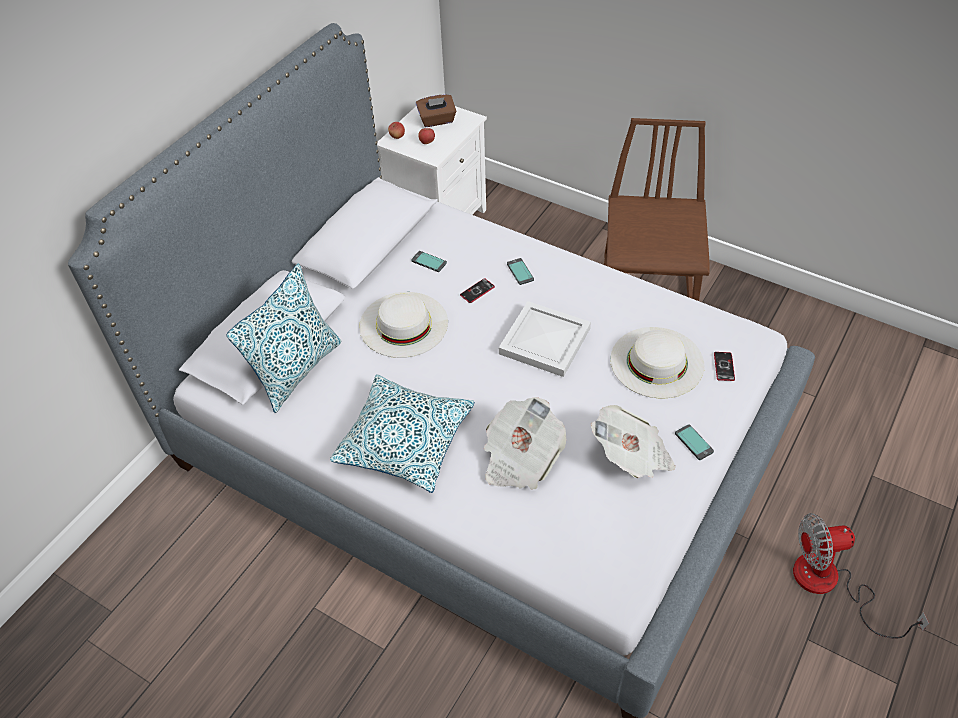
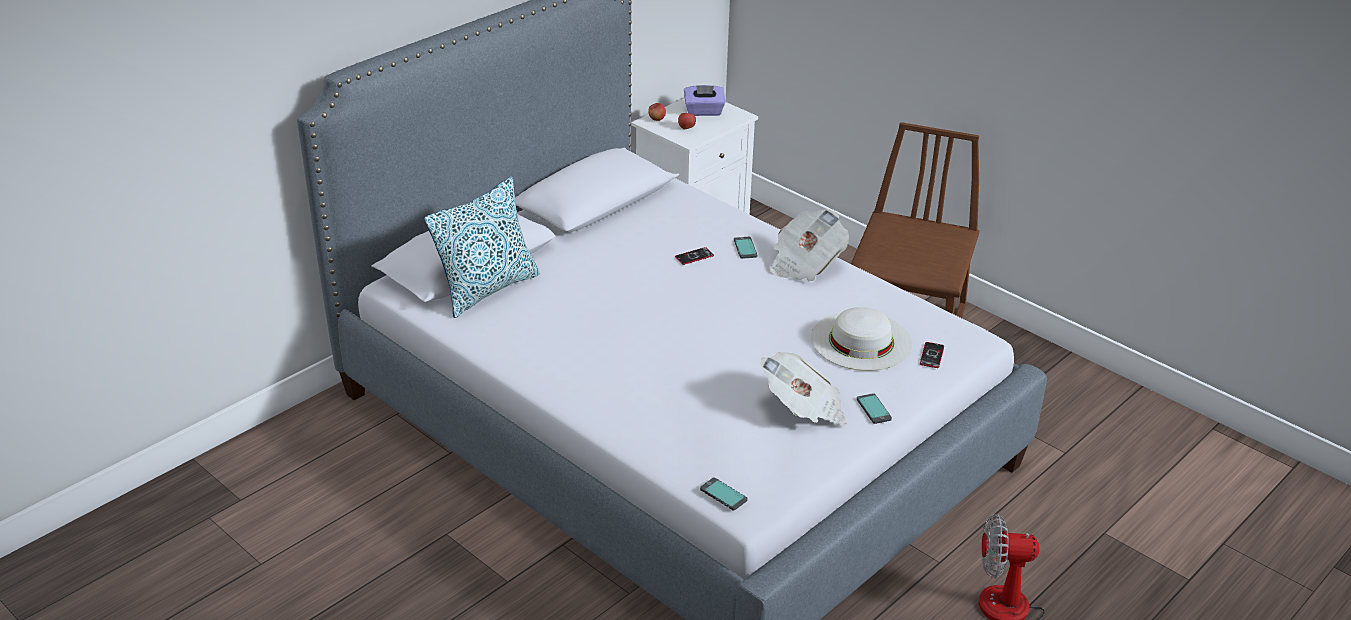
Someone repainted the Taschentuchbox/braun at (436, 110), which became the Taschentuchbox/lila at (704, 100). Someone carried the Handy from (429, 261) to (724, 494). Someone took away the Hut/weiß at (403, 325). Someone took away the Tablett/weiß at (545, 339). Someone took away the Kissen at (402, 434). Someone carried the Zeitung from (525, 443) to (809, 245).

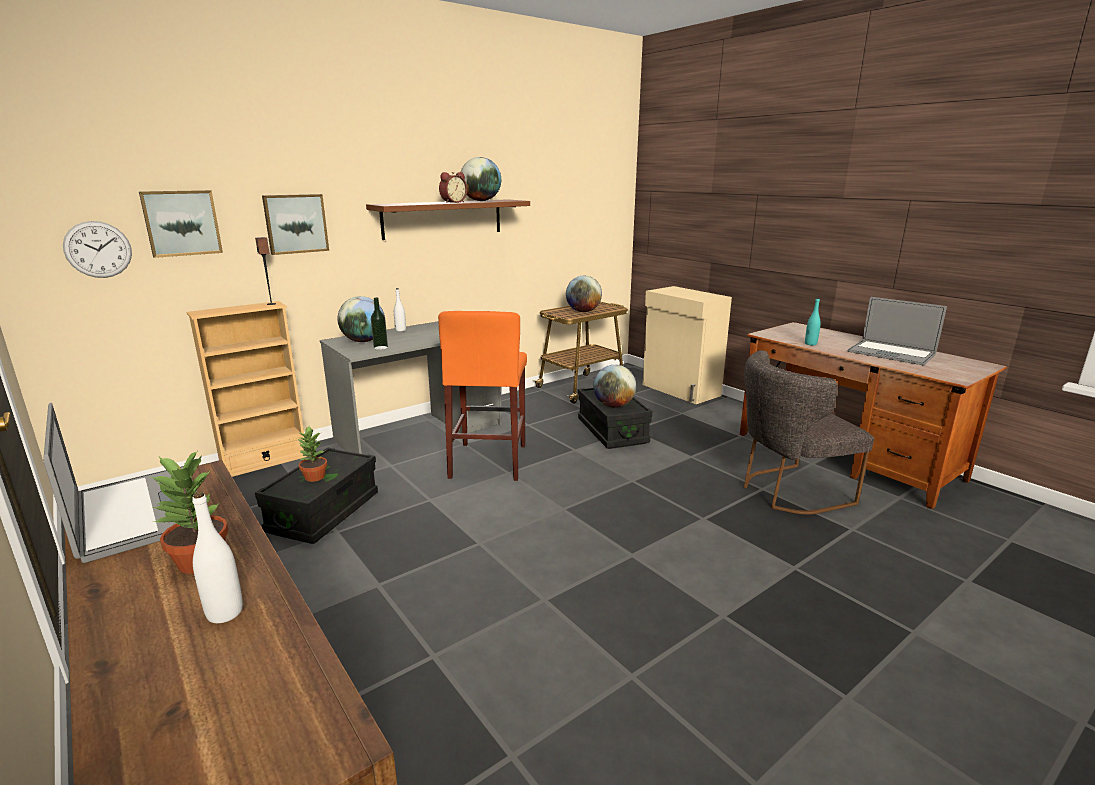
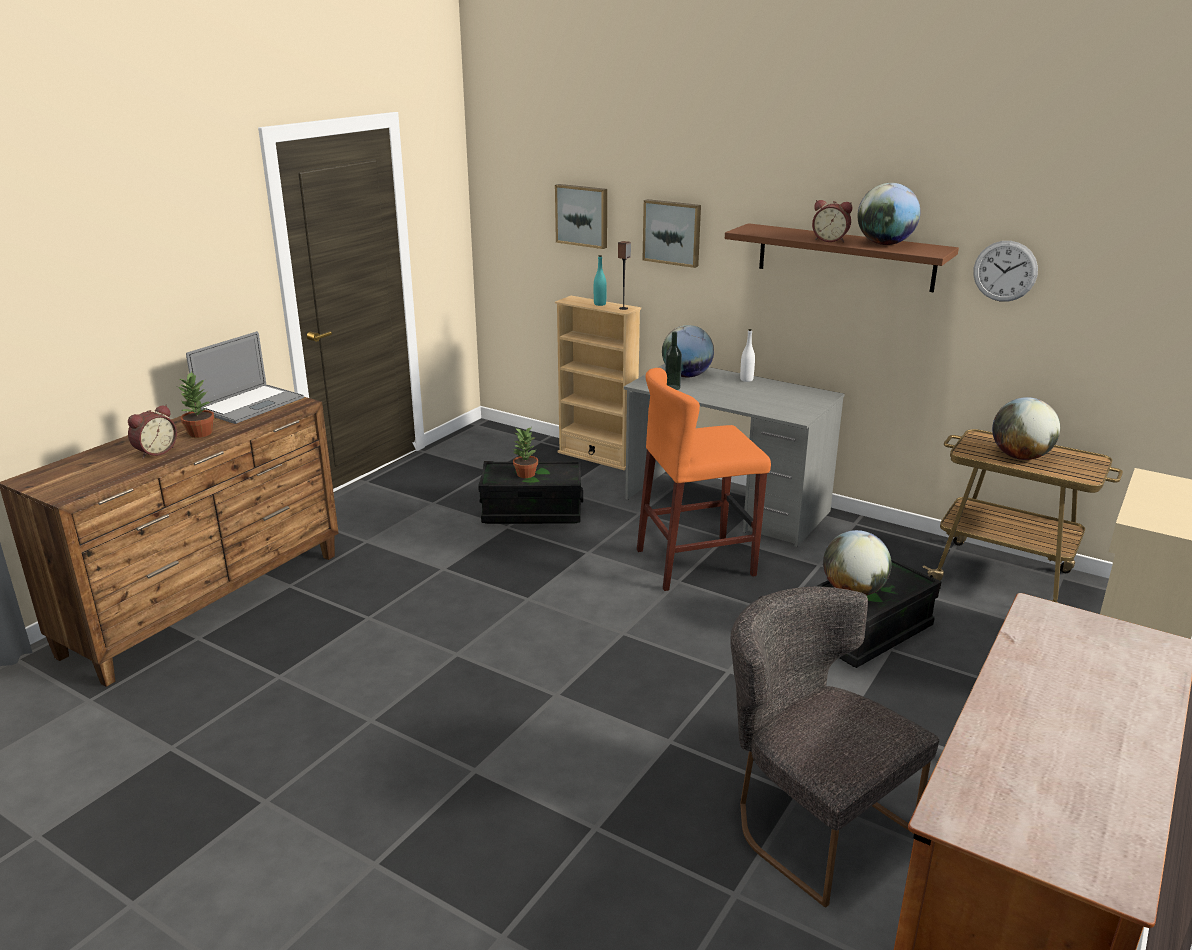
Someone carried the Wanduhr from (97, 249) to (1005, 271). Someone took away the Laptop at (897, 331). Someone carried the Flasche/türkis from (813, 322) to (600, 280). Someone swapped the Flasche/weiß at (217, 557) for the Wecker at (152, 432).

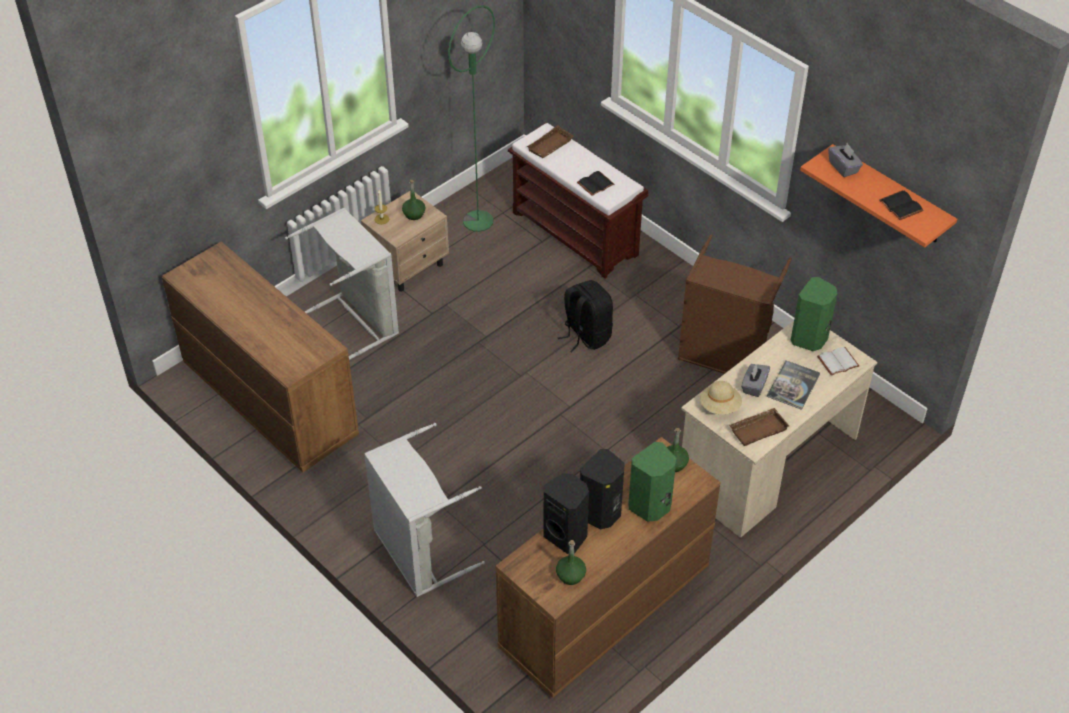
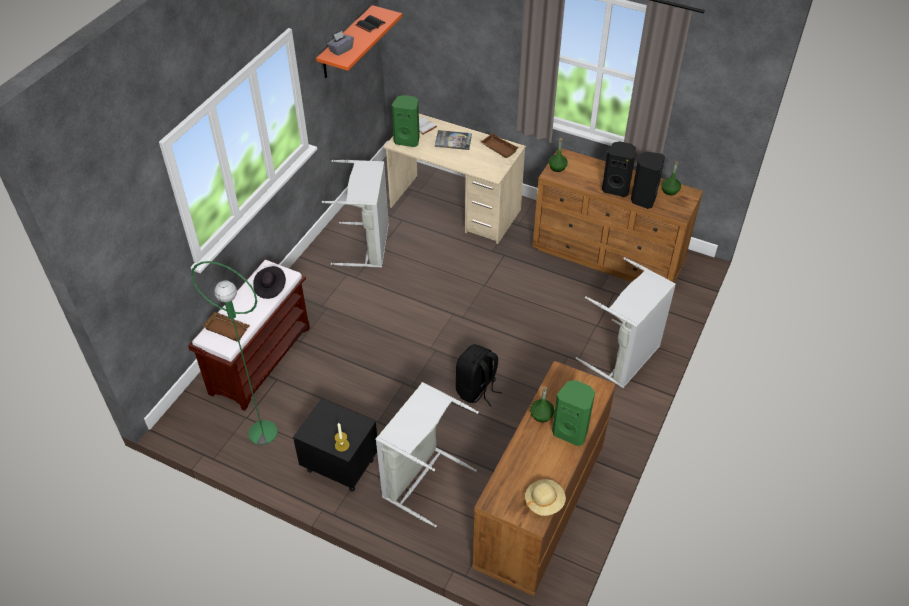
Someone swapped the Buch/schwarz at (596, 183) for the Hut/schwarz at (269, 282). Someone carried the Flasche/grün from (413, 200) to (542, 404). Someone repainted the Nachttisch/beige at (405, 241), which became the Nachttisch/schwarz at (335, 445). Someone repainted the Wäschekorb/braun at (735, 304), which became the Wäschekorb/grau at (355, 214). Someone carried the Rucksack/schwarz from (585, 316) to (479, 375). Someone took away the Taschentuchbox/grau at (755, 380). Someone carried the Hut/beige from (721, 397) to (545, 497). Someone carried the Lautsprecher/grün from (652, 482) to (573, 413).

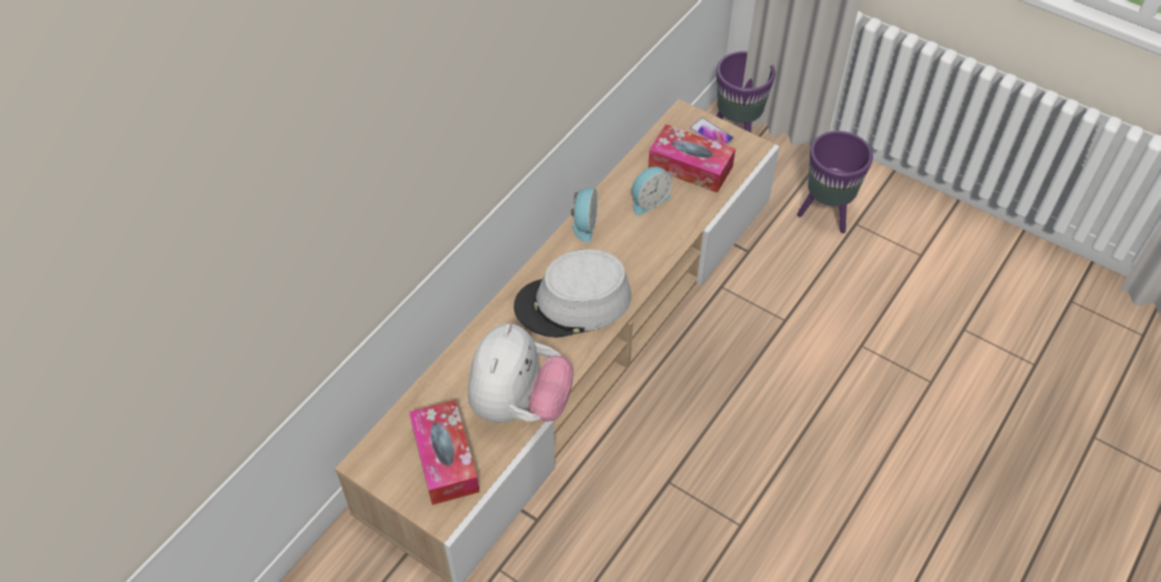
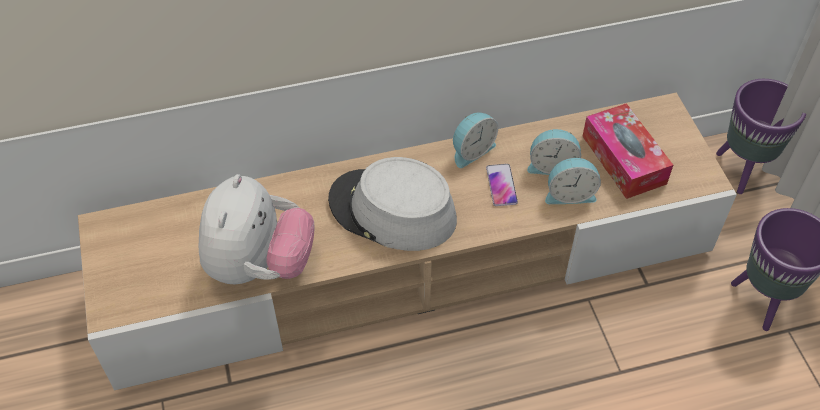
Someone carried the Handy from (712, 131) to (502, 185). Someone rotated the Plüschtier at (521, 373) by 45 degrees counterclockwise. Someone took away the Taschentuchbox at (444, 452). Someone put down the Wecker at (573, 181).

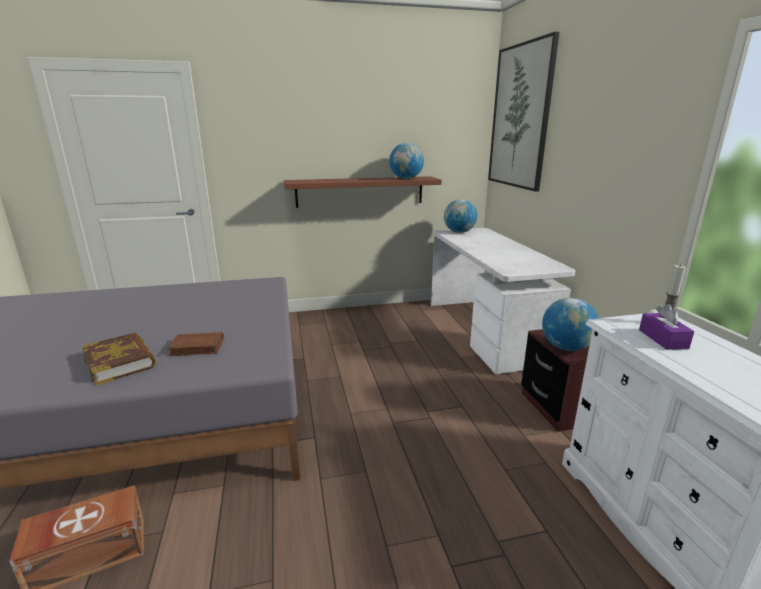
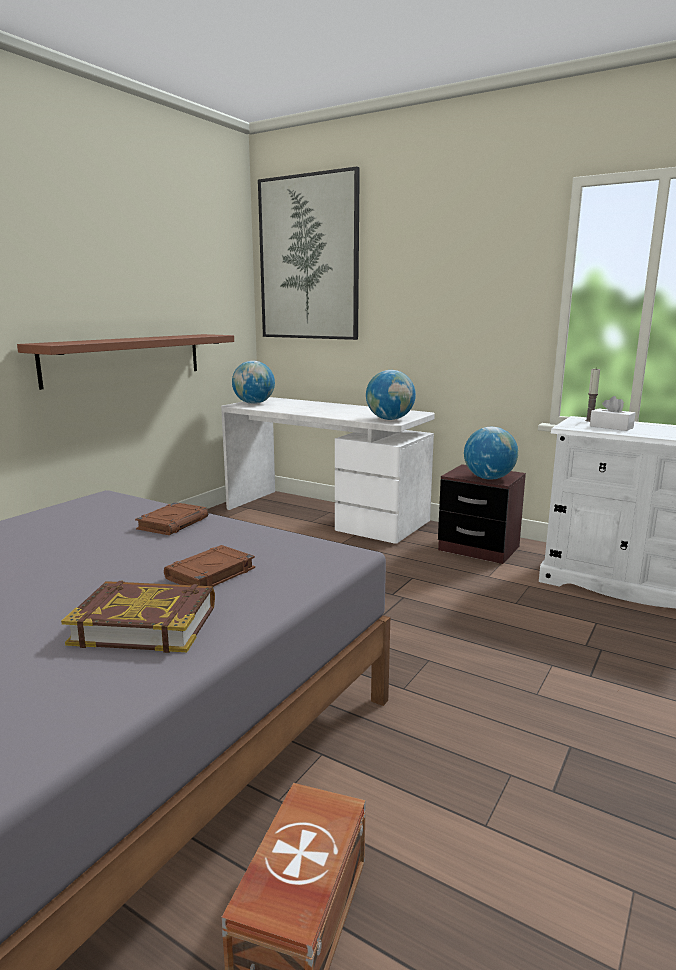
Someone carried the Globus from (406, 161) to (391, 395). Someone repainted the Taschentuchbox/lila at (666, 327), which became the Taschentuchbox/weiß at (612, 413). Someone put down the Buch/braun at (172, 518).

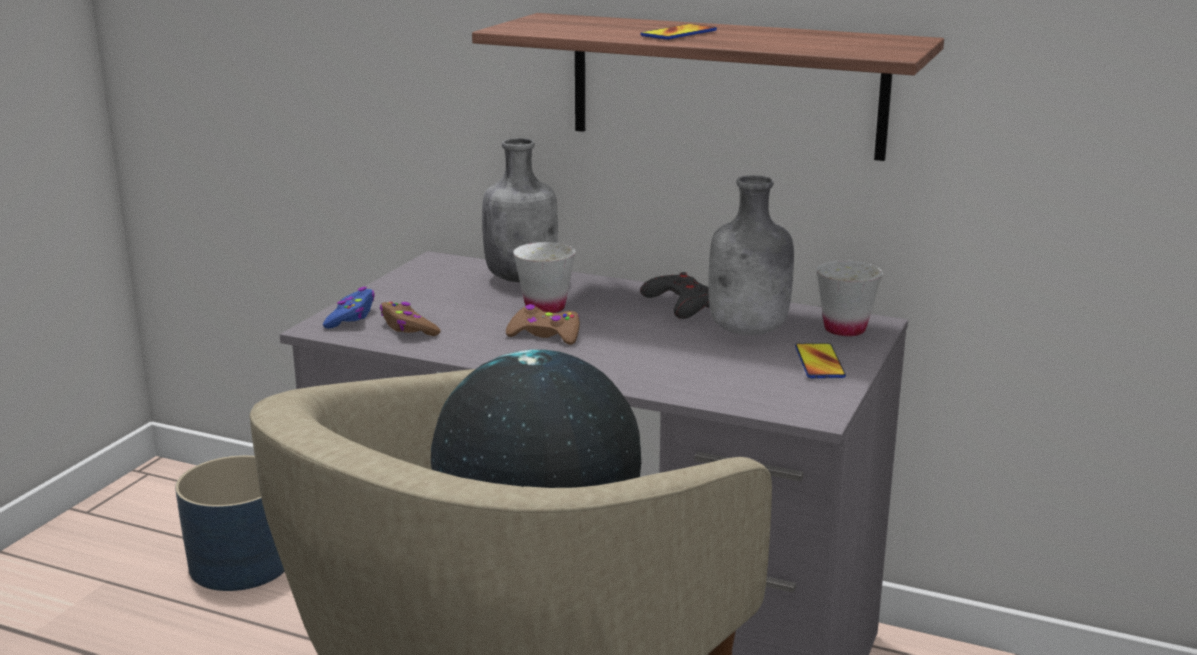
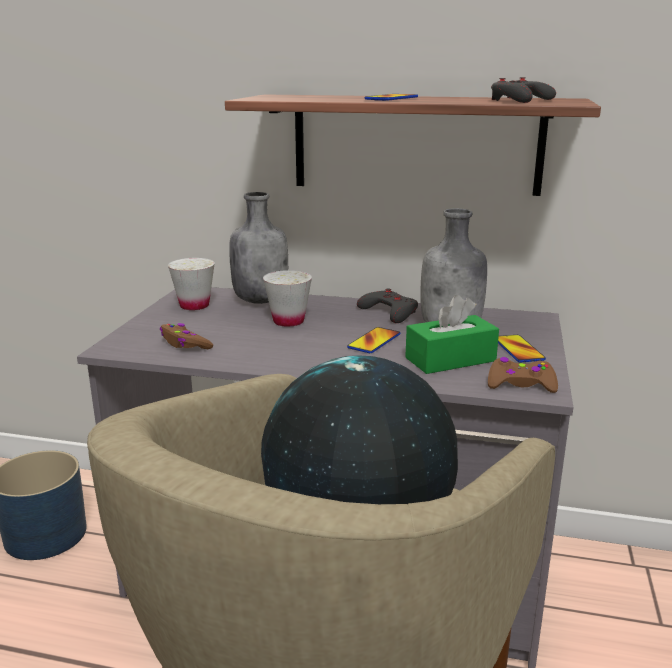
Someone carried the Tasse/weiß from (849, 298) to (191, 284). Someone took away the Gamepad/blau at (349, 308). Someone carried the Gamepad/braun from (543, 324) to (523, 375). Someone put down the Gamepad/grau at (523, 90). Someone put down the Taschentuchbox/grün at (452, 334). Someone put down the Handy at (373, 340).

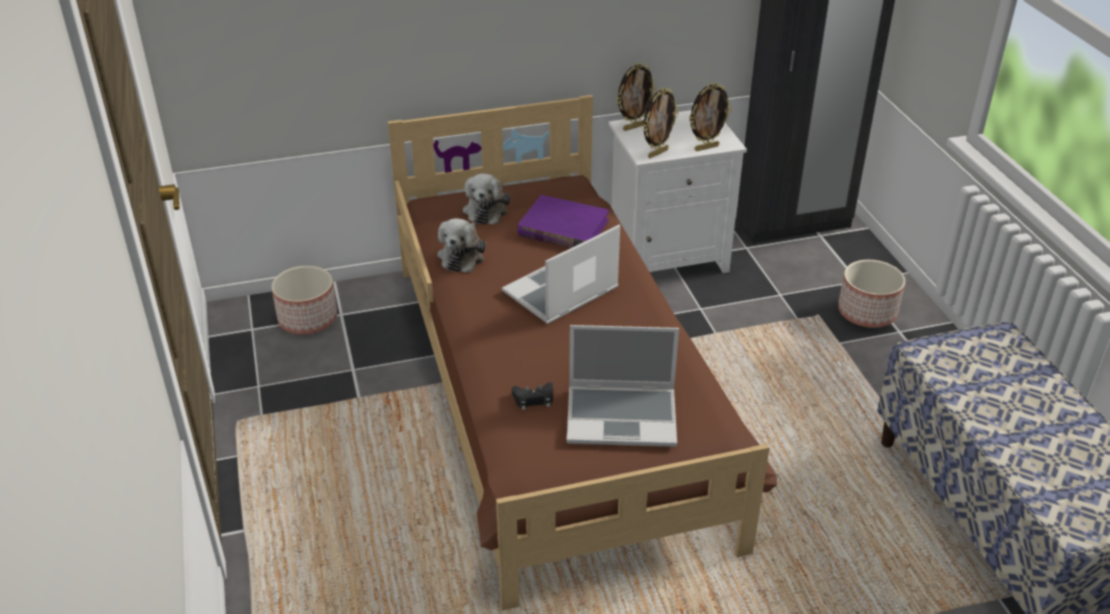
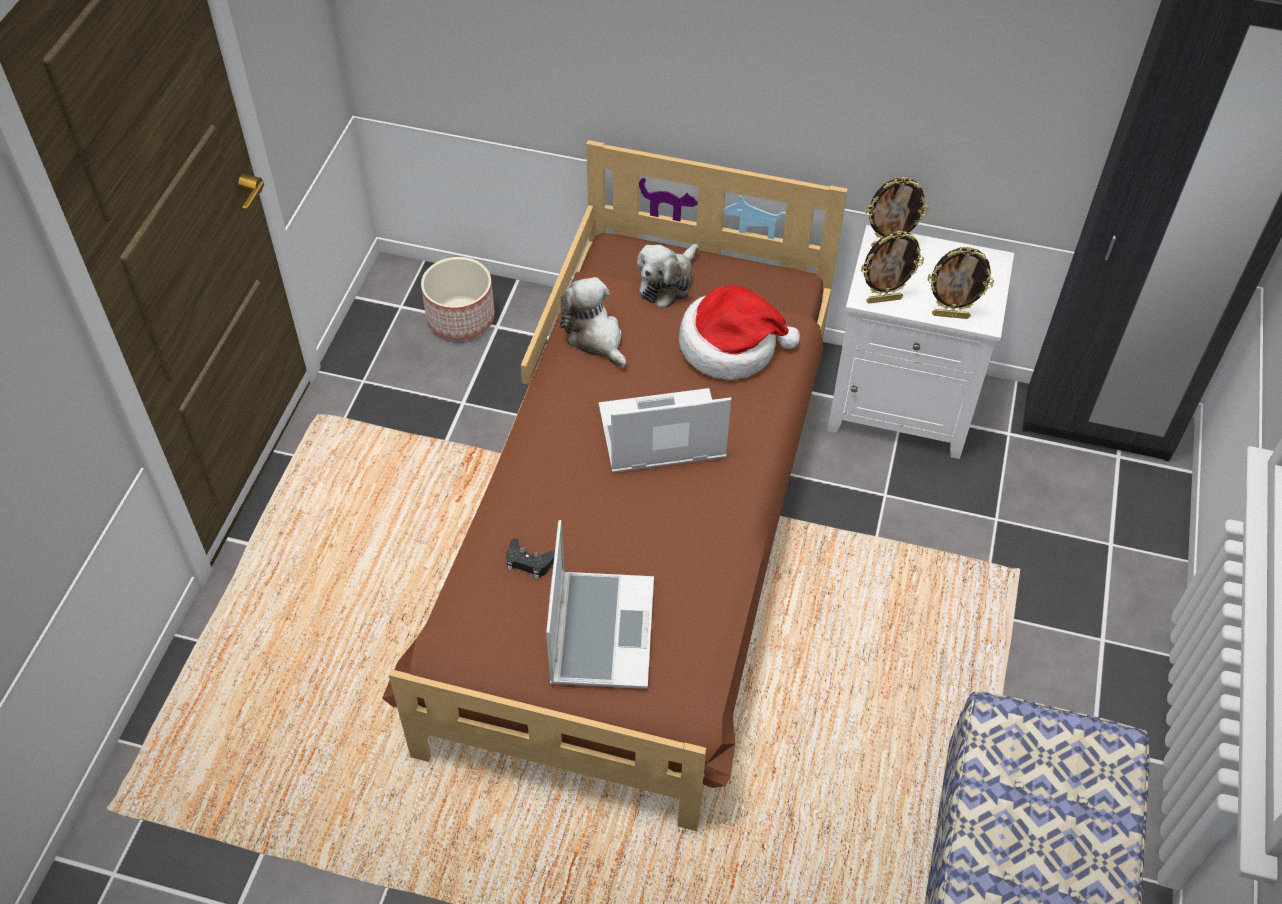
Someone swapped the Buch/lila at (563, 221) for the Hut at (739, 332). Someone rotated the Plüschtier at (462, 245) by 105 degrees clockwise. Someone took away the Pflanzkübel at (871, 294). Someone rotated the Laptop at (623, 386) by 120 degrees counterclockwise.

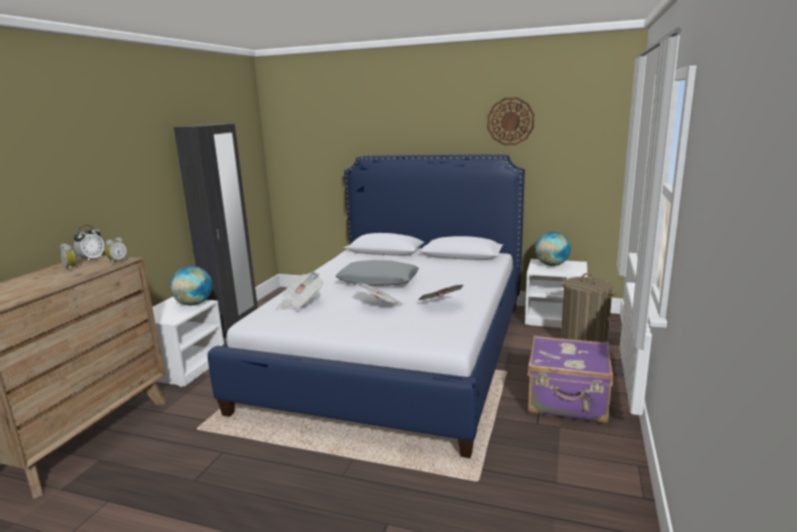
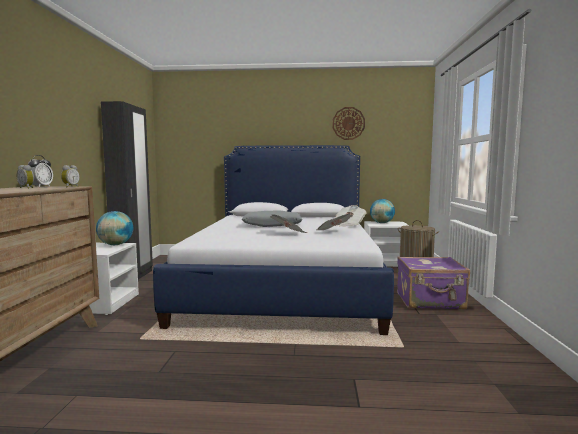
Someone carried the Zeitung from (300, 291) to (351, 216).

